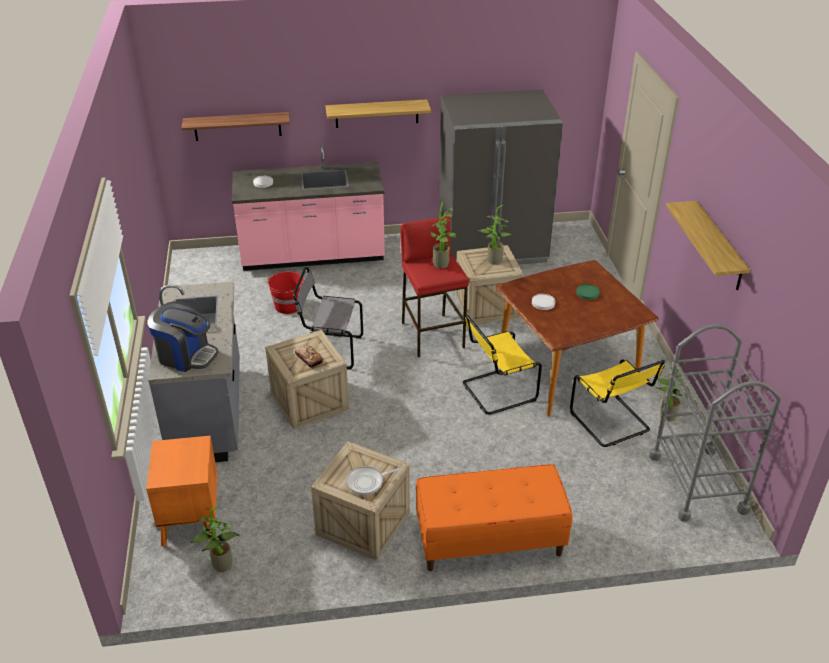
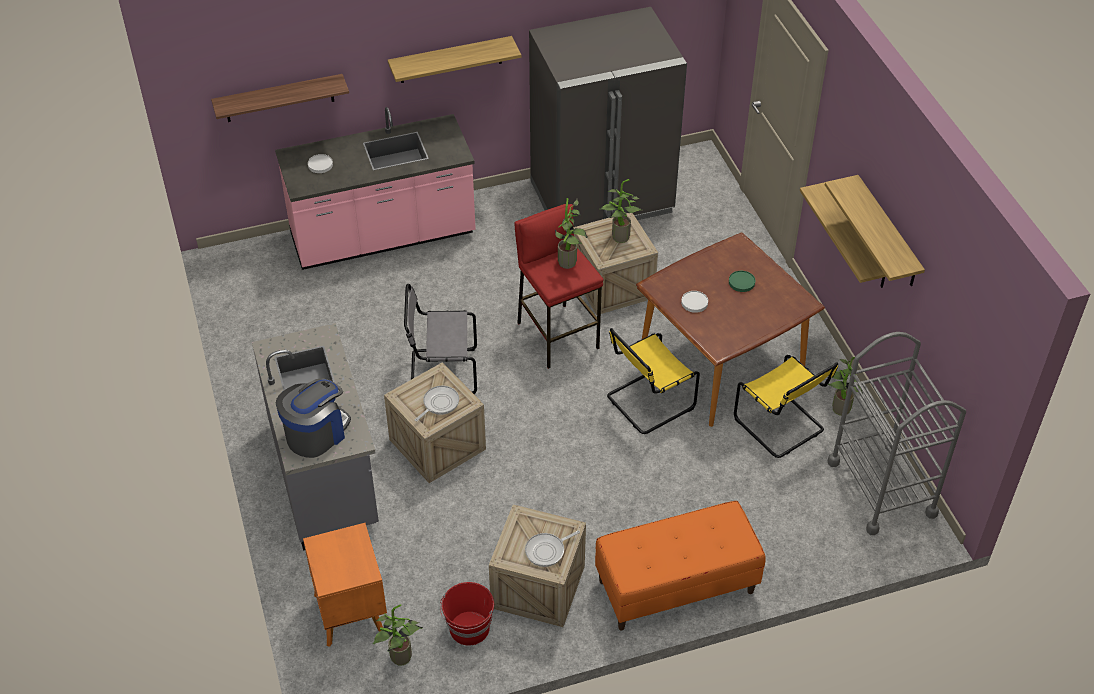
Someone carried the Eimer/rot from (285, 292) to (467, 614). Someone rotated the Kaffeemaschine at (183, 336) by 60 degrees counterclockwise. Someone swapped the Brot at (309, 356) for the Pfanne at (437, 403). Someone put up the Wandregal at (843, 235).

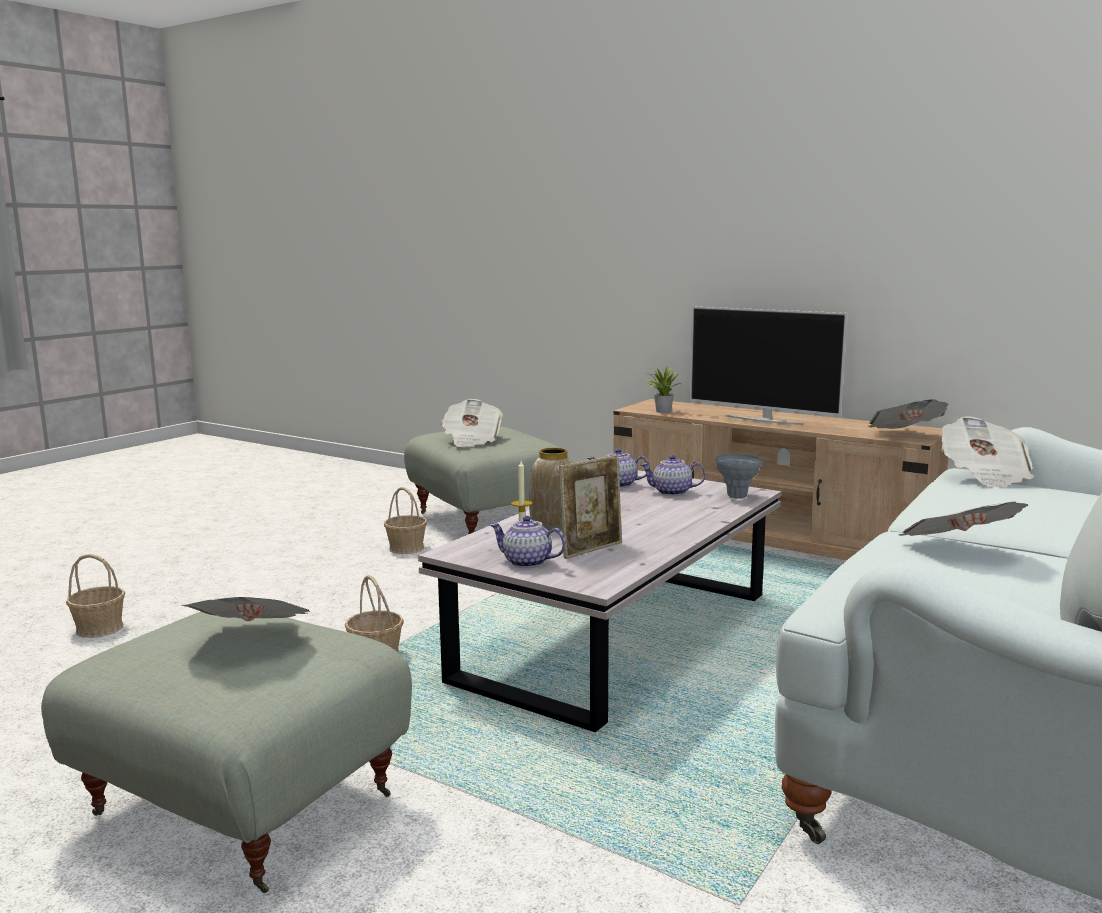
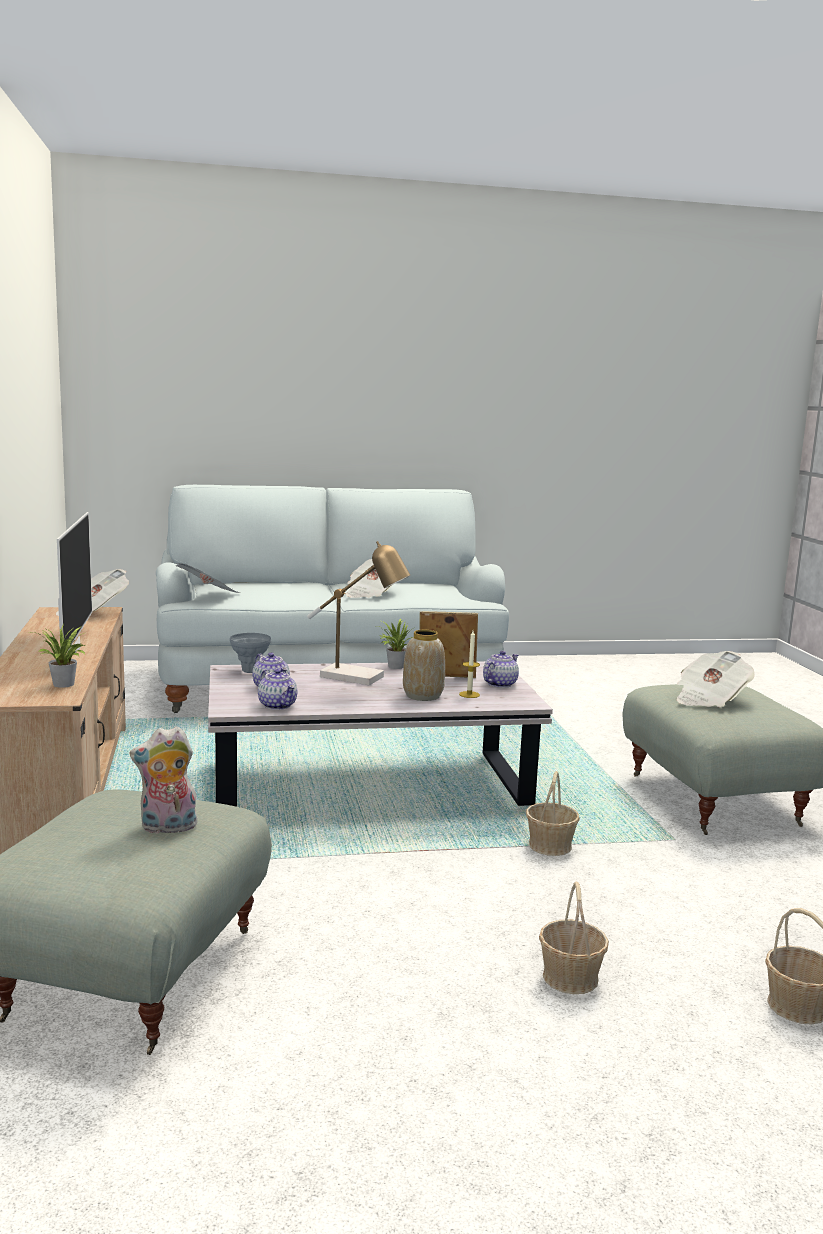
Someone swapped the Zeitung at (472, 423) for the Plüschtier at (165, 780). Someone carried the Korb from (405, 520) to (574, 938). Someone rotated the Teekanne at (528, 542) by 120 degrees counterclockwise. Someone put down the Tischlampe at (358, 613). Someone put down the Topfpflanze at (395, 644).

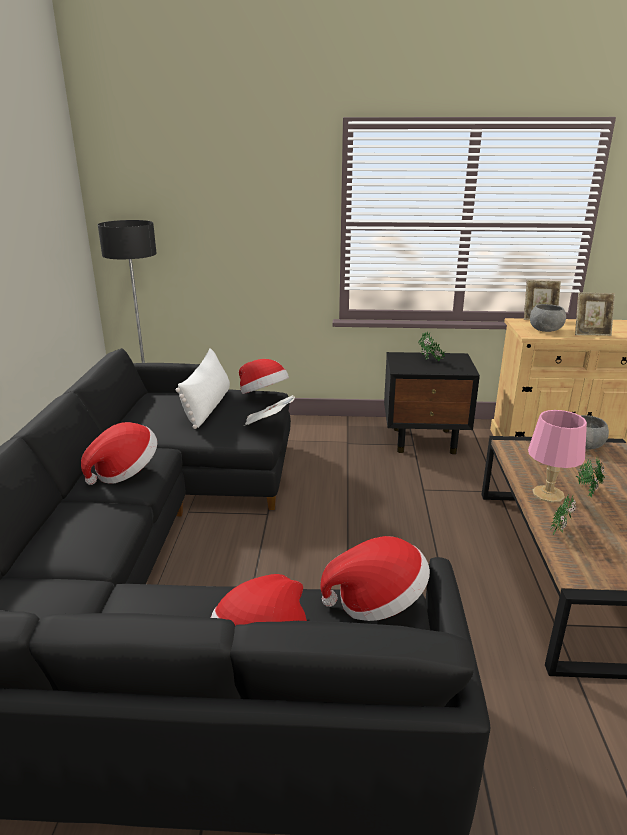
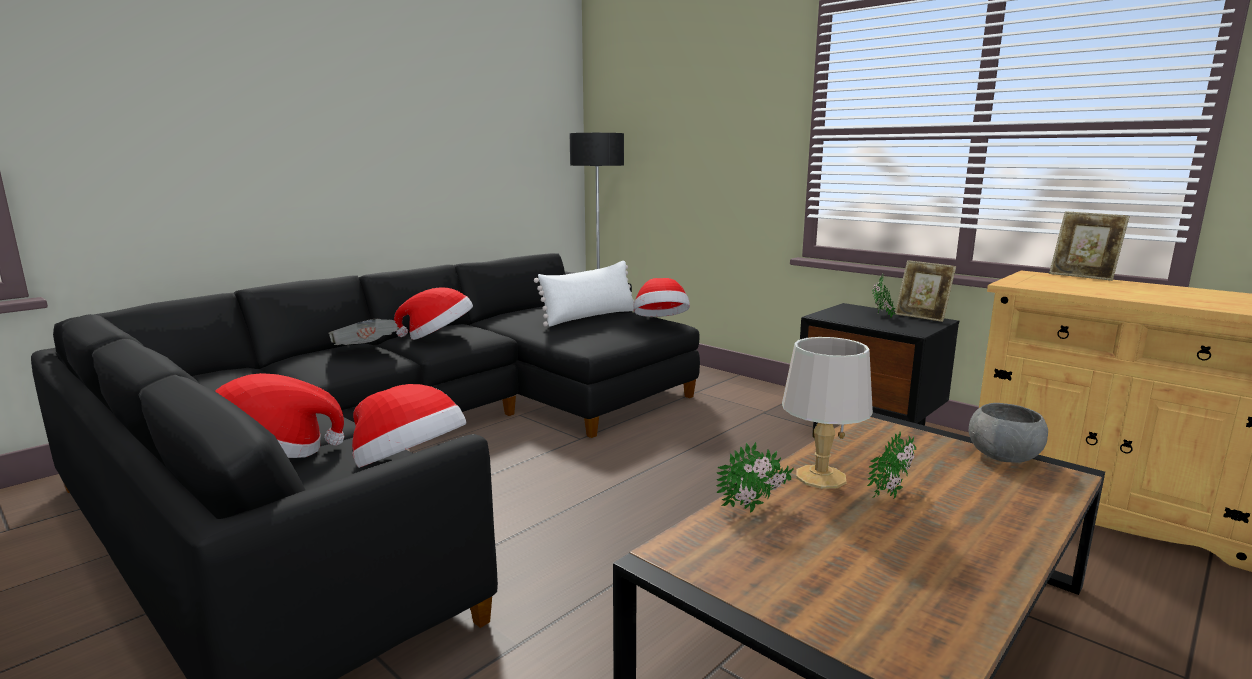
Someone carried the Bilderrahmen from (595, 314) to (925, 291). Someone took away the Schüssel/grau at (548, 318). Someone carried the Zeitung from (269, 410) to (364, 332). Someone repainted the Tischlampe/rosa at (557, 456), which became the Tischlampe/grau at (827, 413).

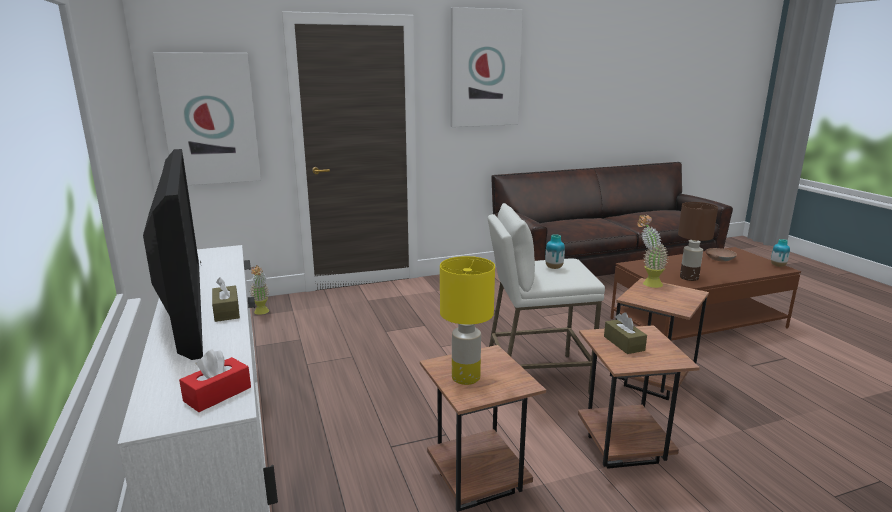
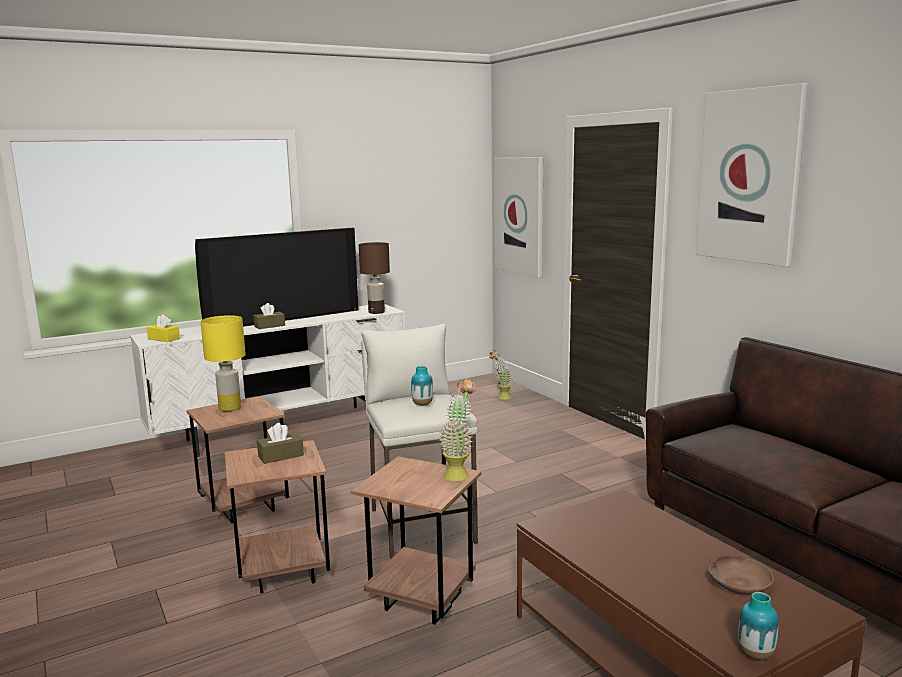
Someone carried the Tischlampe/braun from (698, 241) to (374, 278). Someone repainted the Taschentuchbox/rot at (215, 380), which became the Taschentuchbox/gelb at (163, 328).

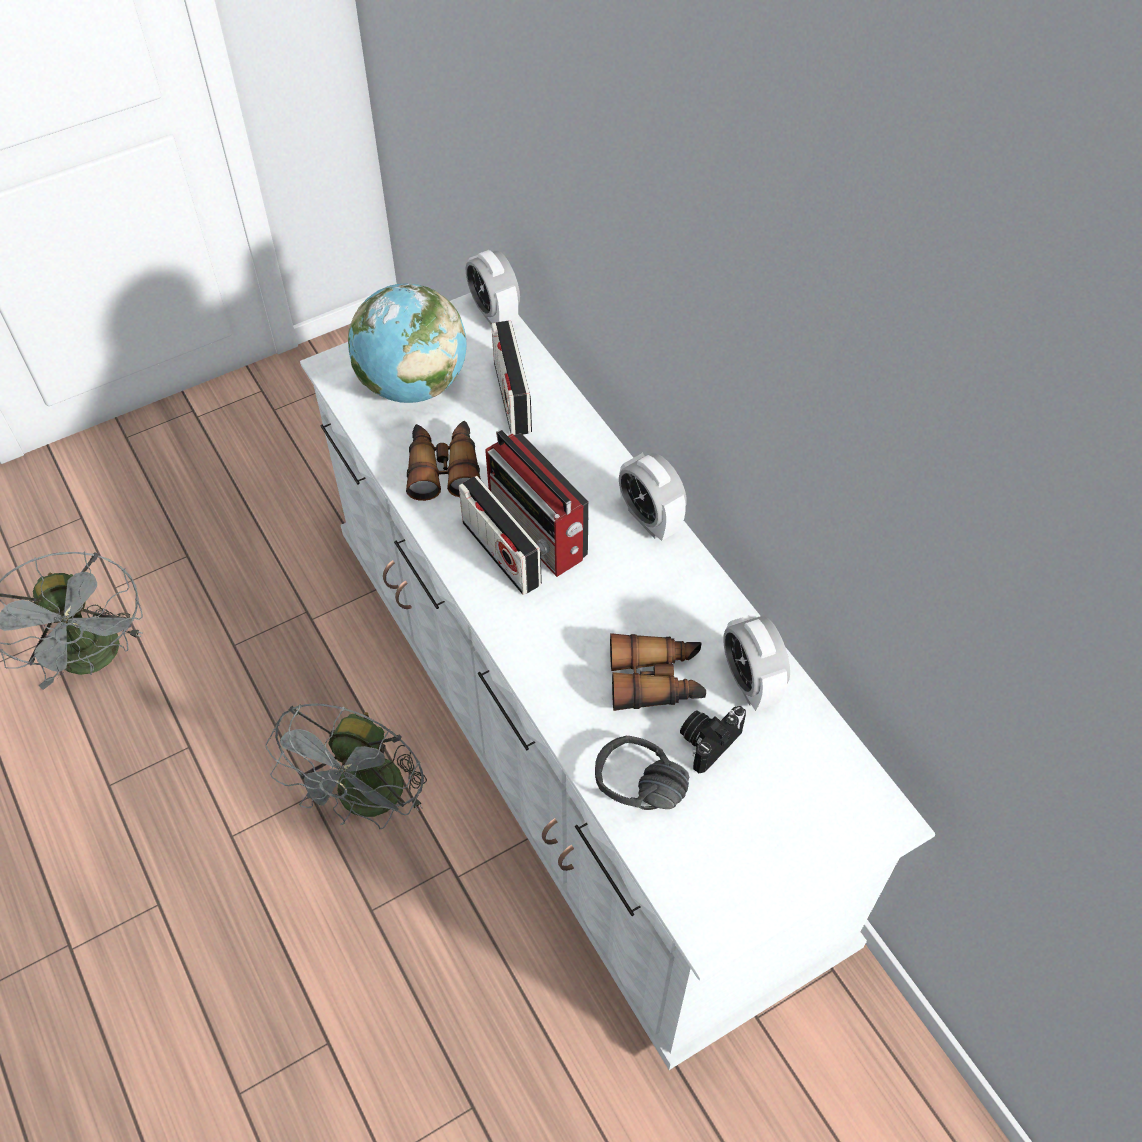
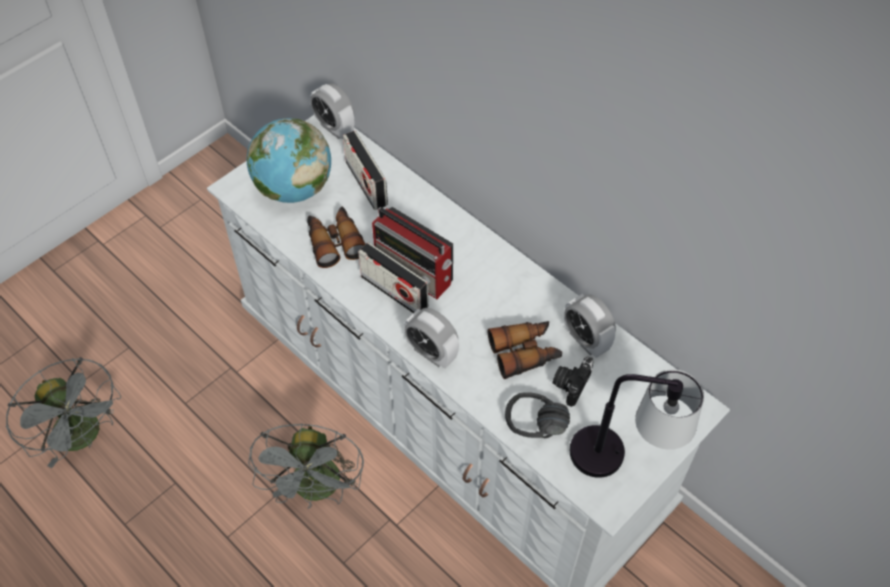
Someone carried the Wecker from (653, 497) to (431, 338). Someone put down the Tischlampe at (637, 423).

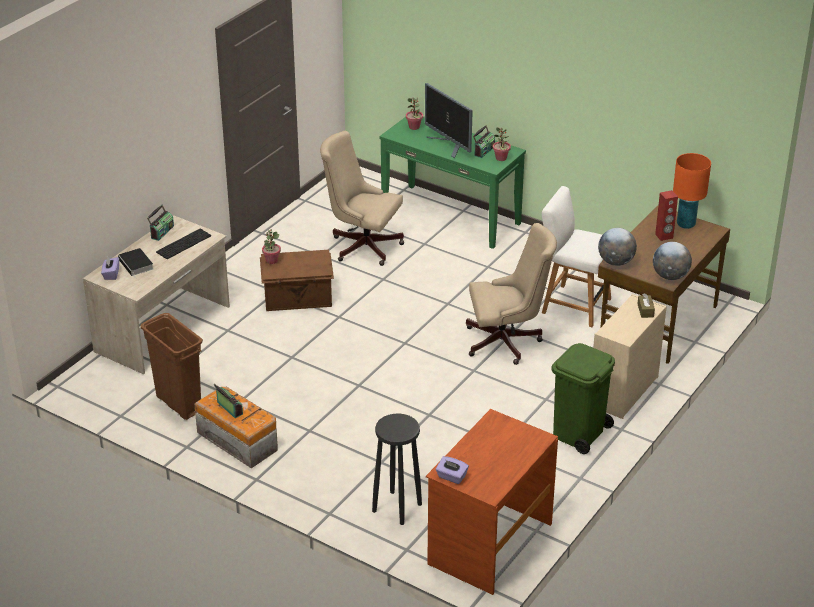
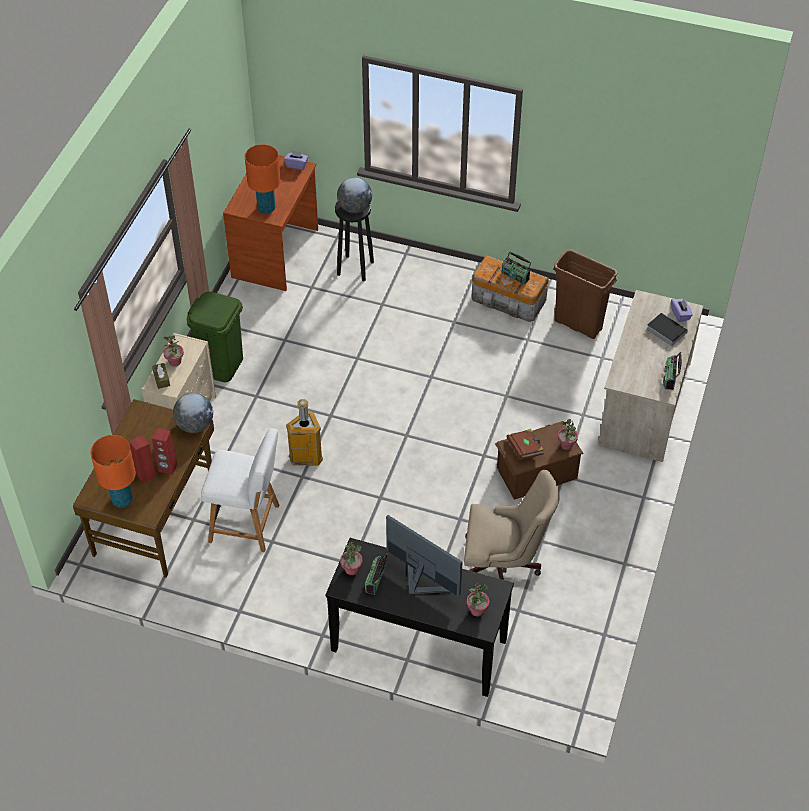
Someone repainted the Konsolentisch/grün at (453, 183), which became the Konsolentisch/schwarz at (420, 617). Someone swapped the Bürostuhl/beige at (511, 294) for the Mülleimer at (304, 432). Someone took away the Tastatur at (183, 244). Someone carried the Globus from (672, 261) to (354, 195). Someone put down the Tischlampe/orange at (262, 179). Someone put down the Topfpflanze at (173, 351). Someone put down the Lautsprecher/rot at (164, 451). Someone put down the Buch/braun at (525, 444).

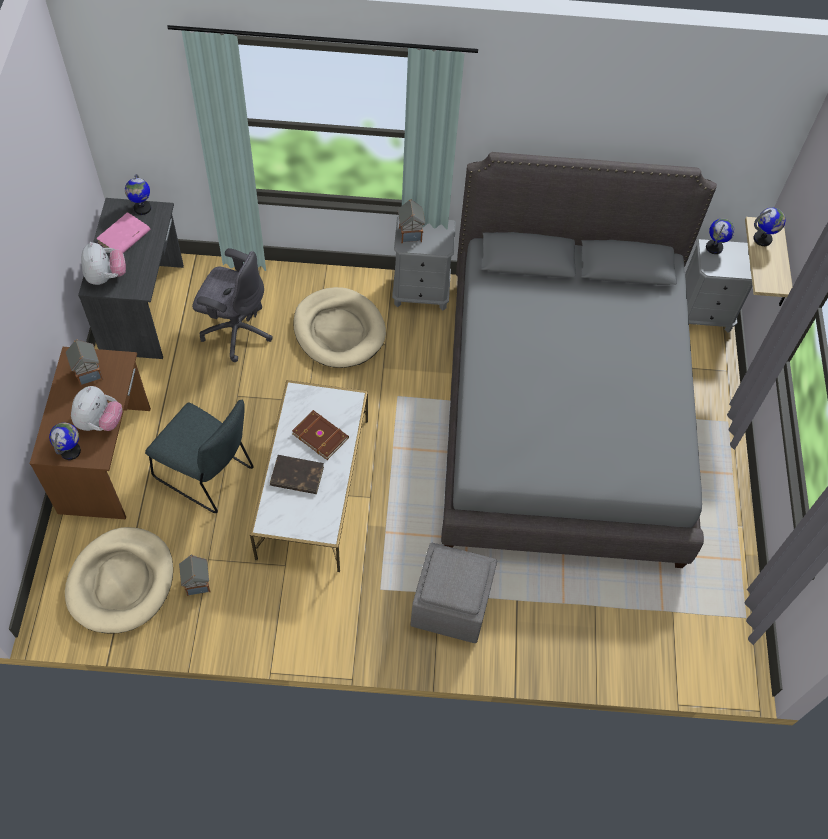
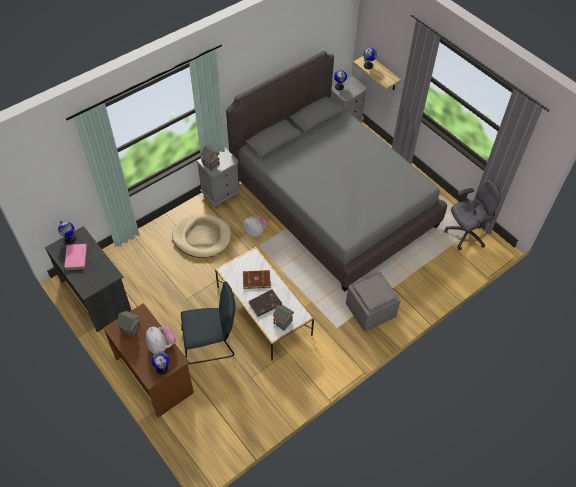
Someone carried the Plüschtier from (103, 263) to (255, 226). Someone carried the Bürostuhl/grau from (232, 305) to (472, 215). Someone took away the Hundebett/beige at (119, 580). Someone carried the Spielzeughaus from (194, 575) to (283, 318).

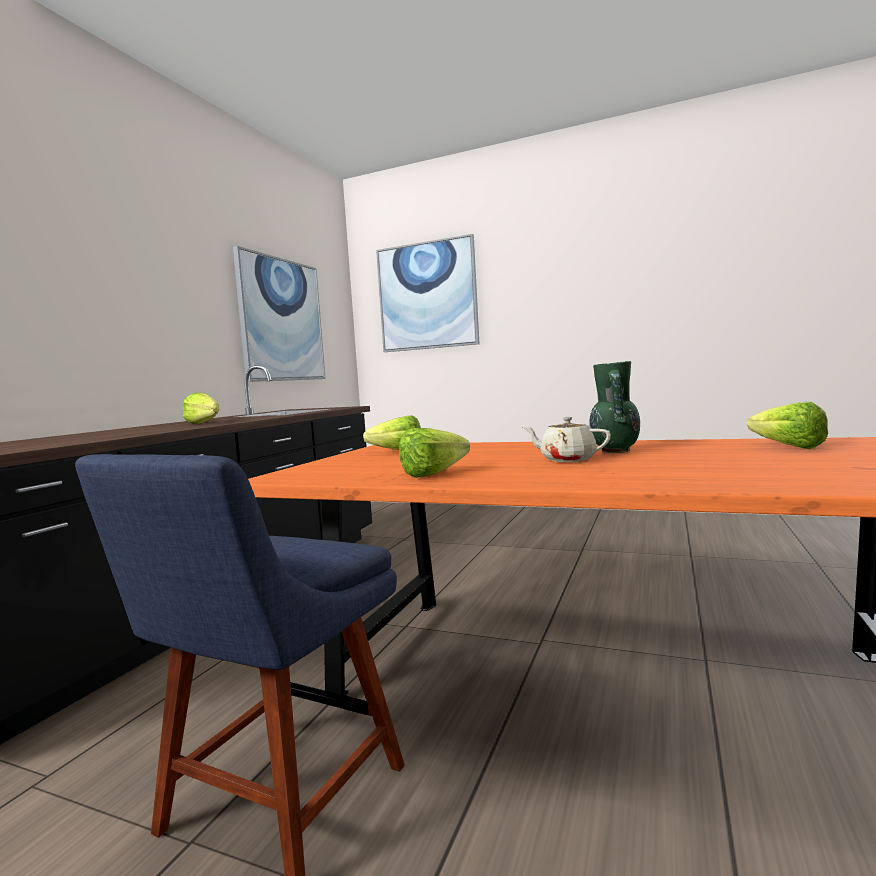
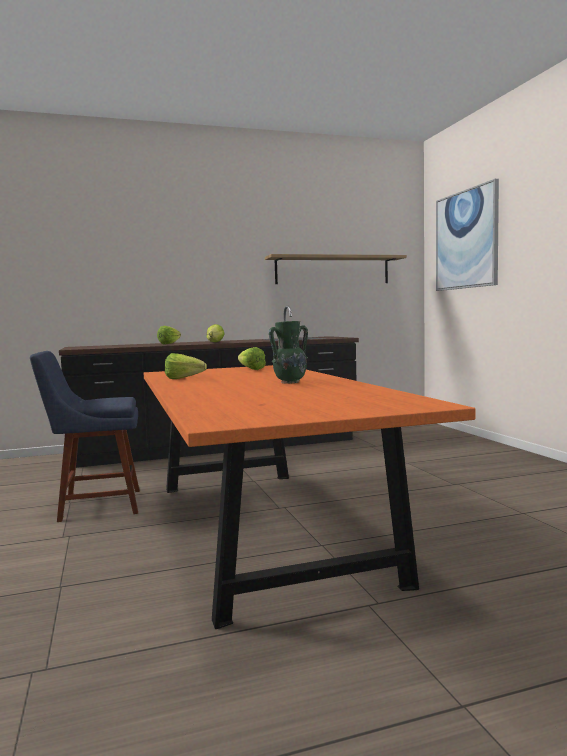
Someone swapped the Bild at (279, 314) for the Wandregal at (336, 269). Someone carried the Salatkopf from (787, 425) to (169, 335). Someone took away the Teekanne/beige at (567, 439).

